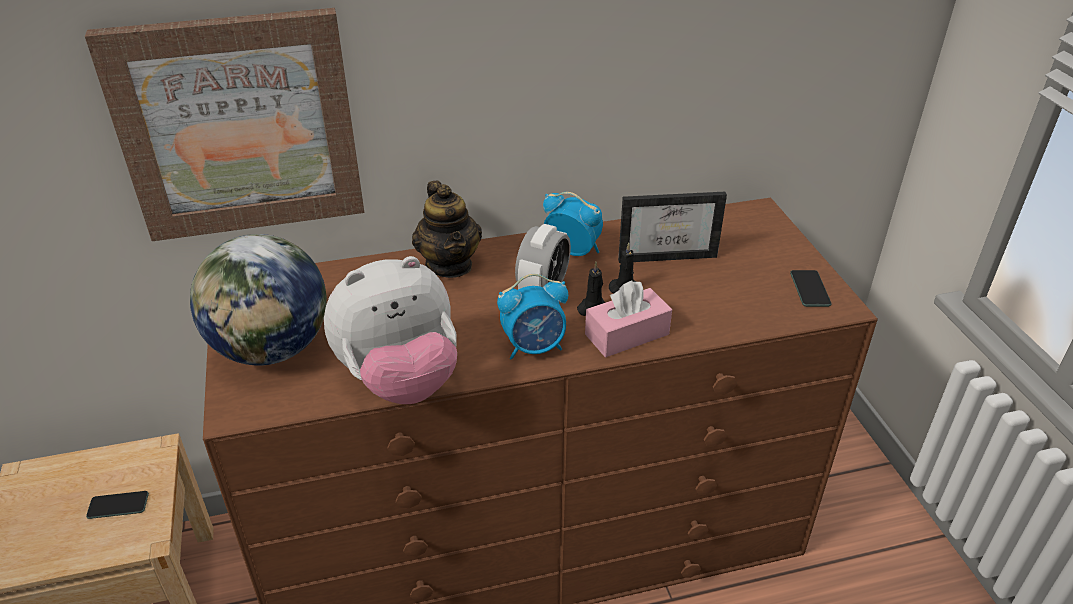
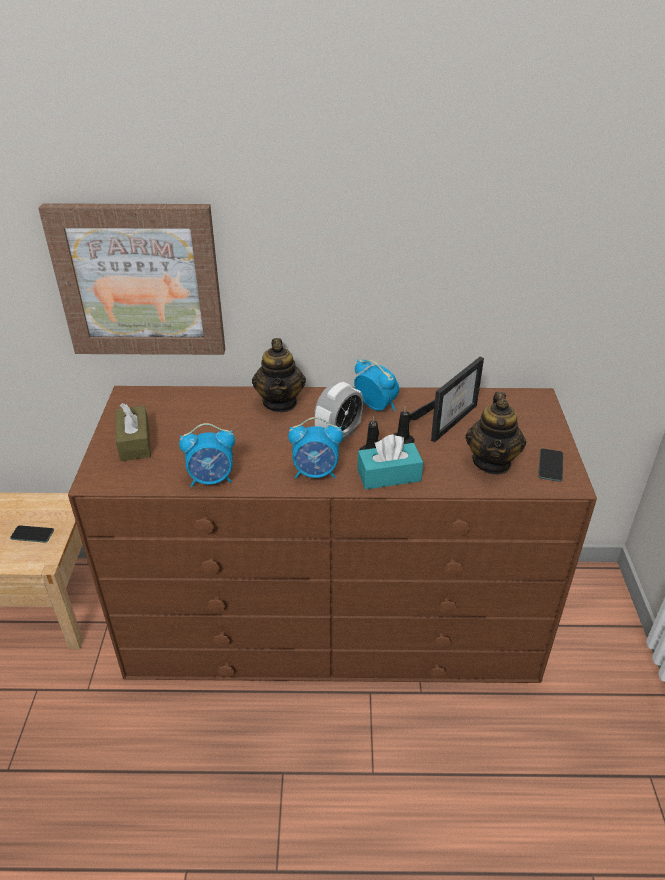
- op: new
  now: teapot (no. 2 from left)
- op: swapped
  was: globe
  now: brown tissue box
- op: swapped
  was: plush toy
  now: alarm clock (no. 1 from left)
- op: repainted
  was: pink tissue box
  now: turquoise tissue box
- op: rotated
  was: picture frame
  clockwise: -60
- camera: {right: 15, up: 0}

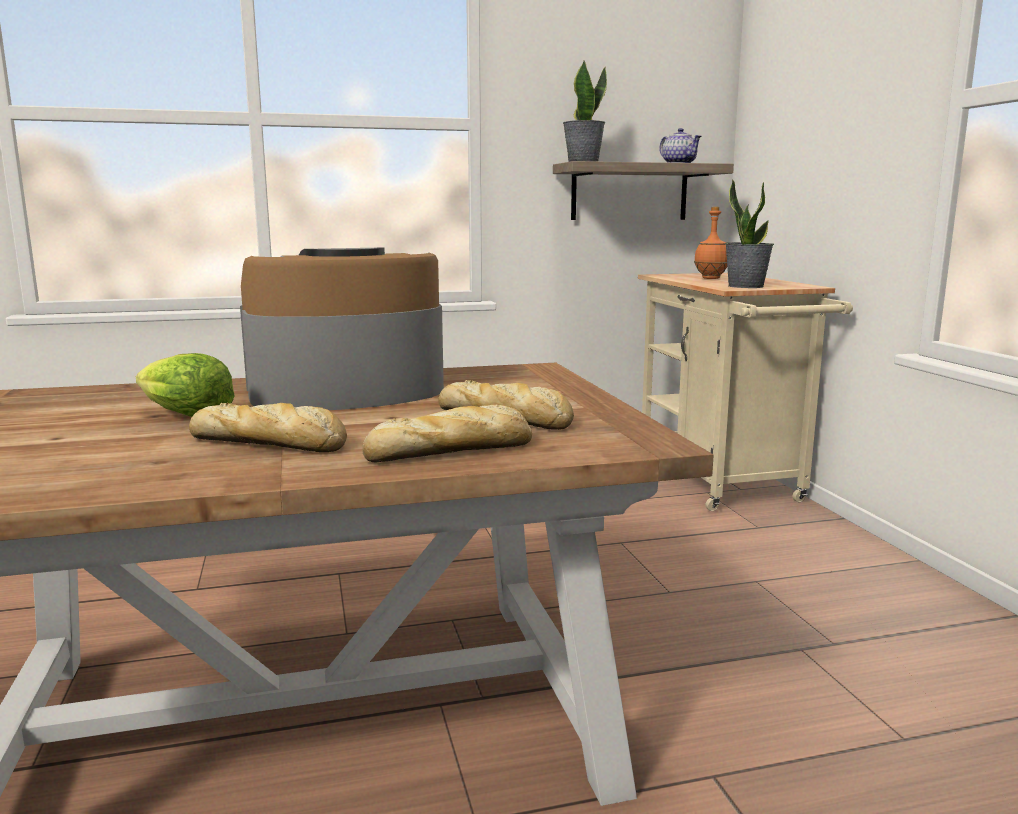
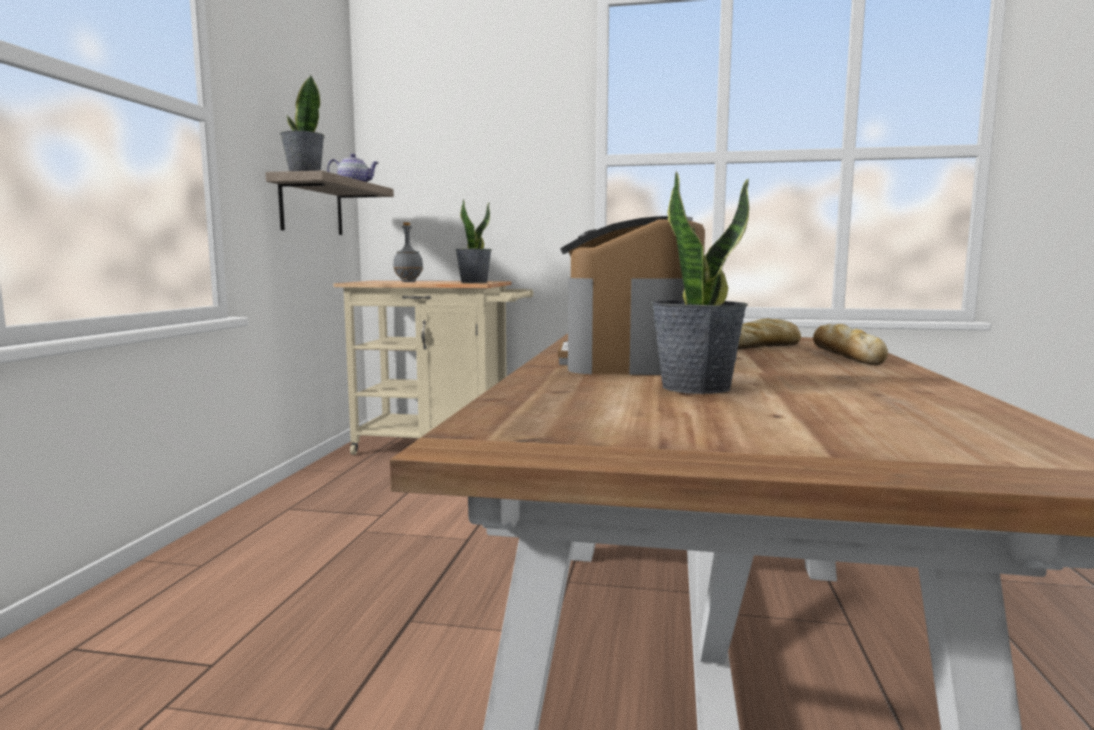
- op: gone
  was: bread (no. 1 from left)
- op: swapped
  was: lettuce
  now: potted plant (no. 3 from left)
- op: repainted
  was: orange bottle
  now: grey bottle
- camera: {right: -65, up: -5}

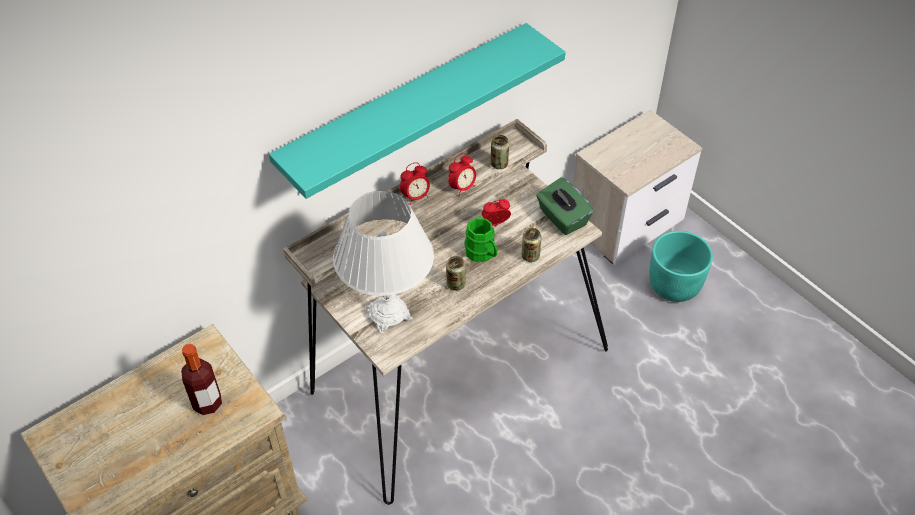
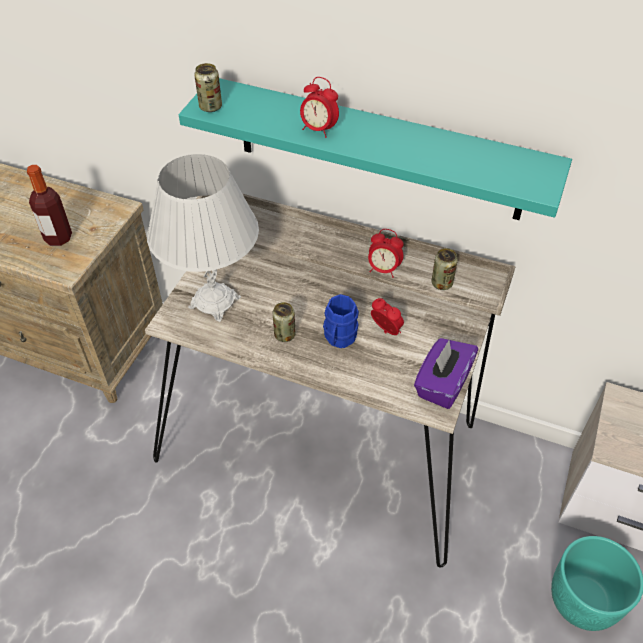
- op: shifted
  was: alarm clock (no. 1 from left)
- op: shifted
  was: can (no. 3 from left in the first image)
  now: can (no. 1 from left)
- op: repainted
  was: green mug
  now: blue mug
- op: repainted
  was: green tissue box
  now: purple tissue box
- camera: {right: 60, up: 0}

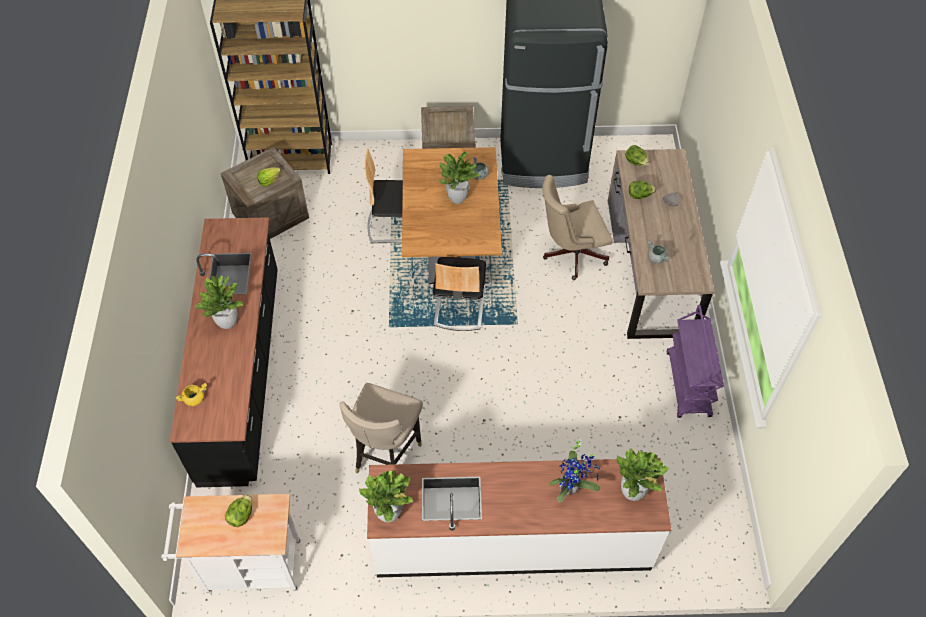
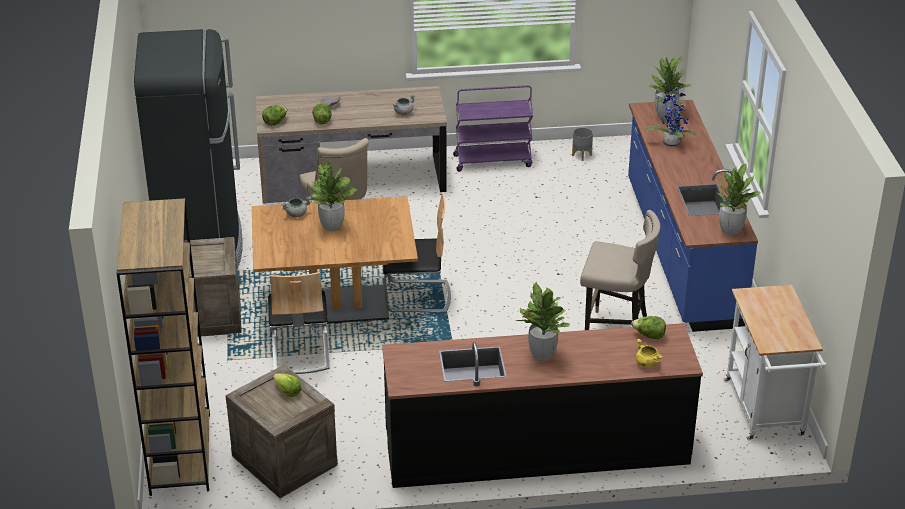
- op: new
  now: grey planter
- op: shifted
  was: lettuce (no. 1 from left in the first image)
  now: lettuce (no. 4 from left)
- op: repainted
  was: white counter
  now: blue counter
- camera: {right: -95, up: -20}

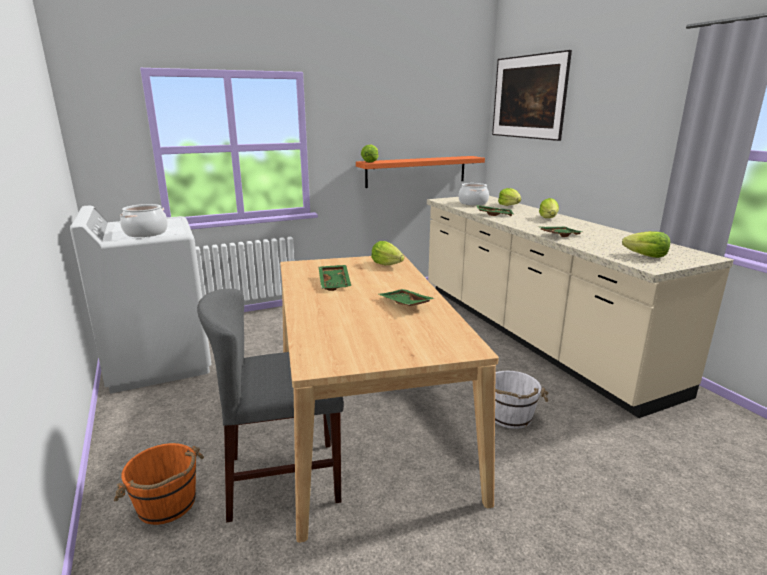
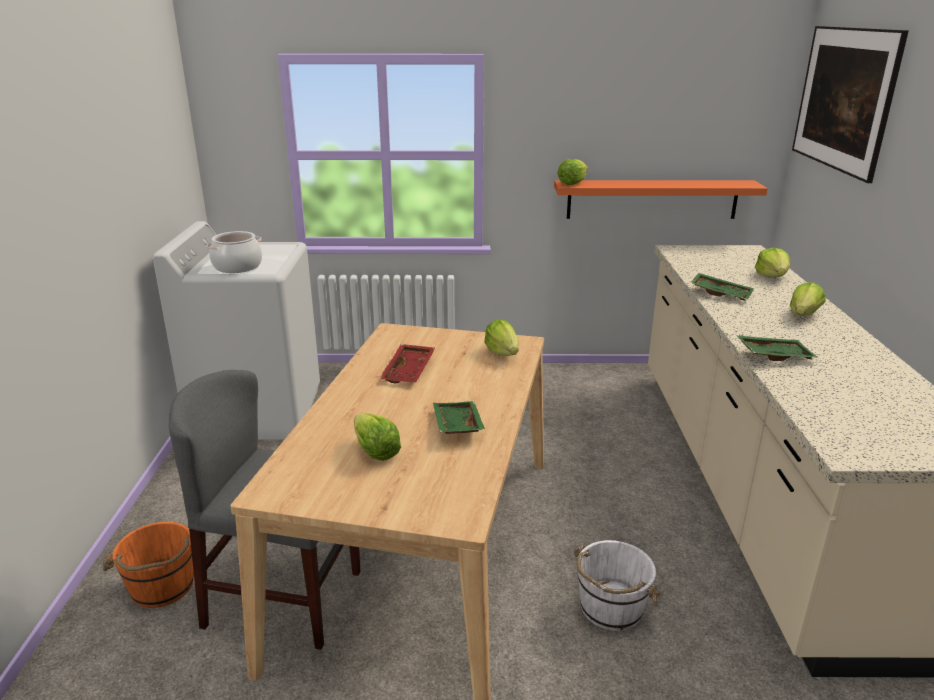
- op: gone
  was: cooking pot (no. 2 from left)
- op: shifted
  was: lettuce (no. 5 from left in the first image)
  now: lettuce (no. 1 from left)
- op: repainted
  was: green tray (no. 1 from left)
  now: red tray
- camera: {right: 25, up: 5}

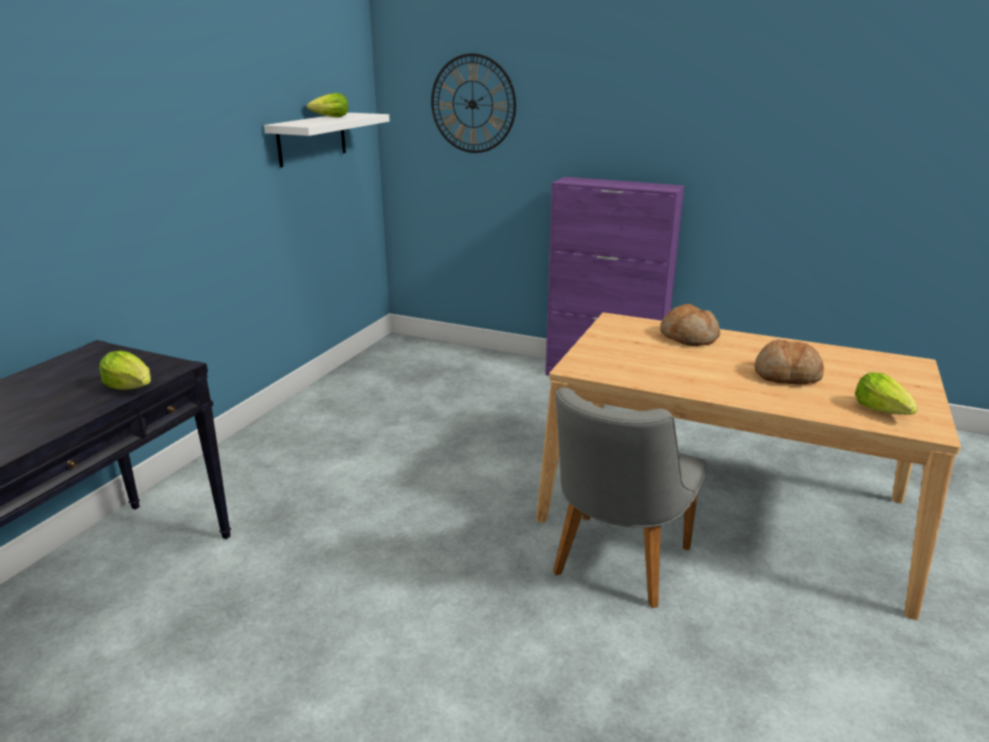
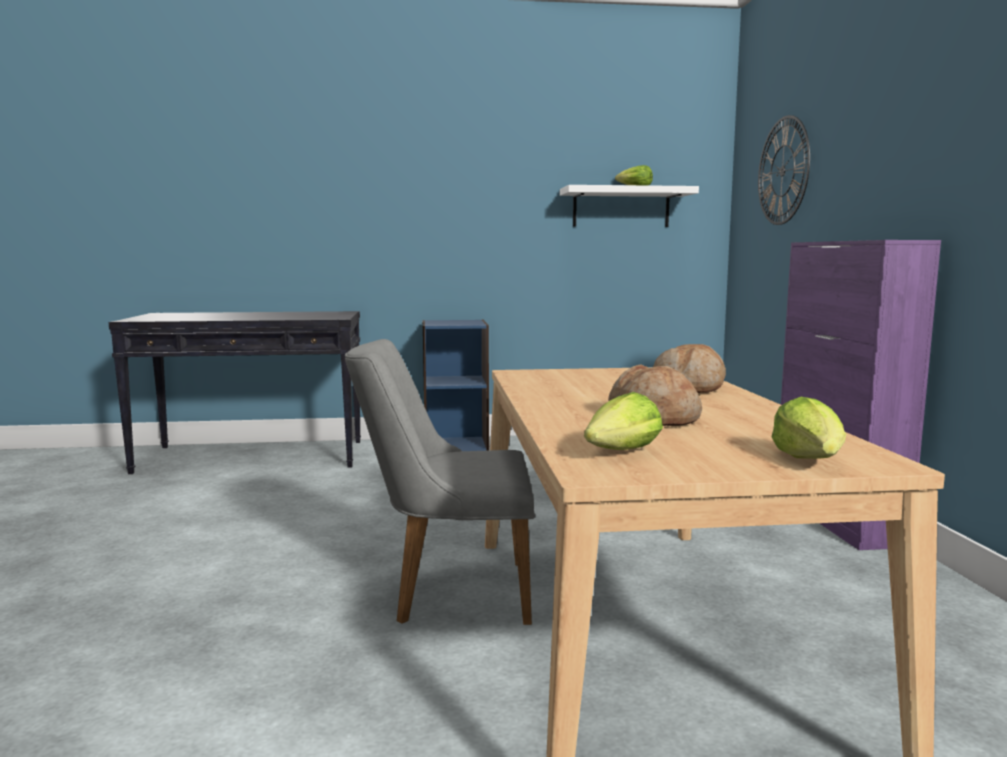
- op: new
  now: blue bookcase
- op: shifted
  was: lettuce (no. 1 from left in the first image)
  now: lettuce (no. 3 from left)
- camera: {right: 60, up: -15}

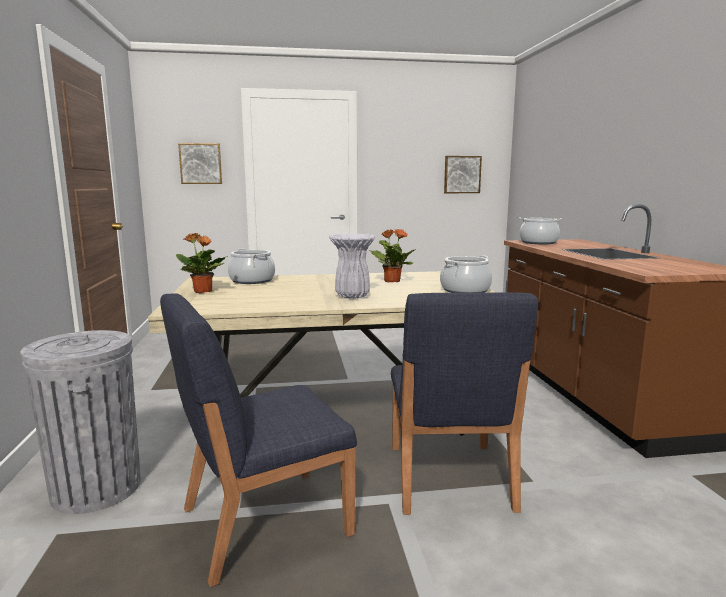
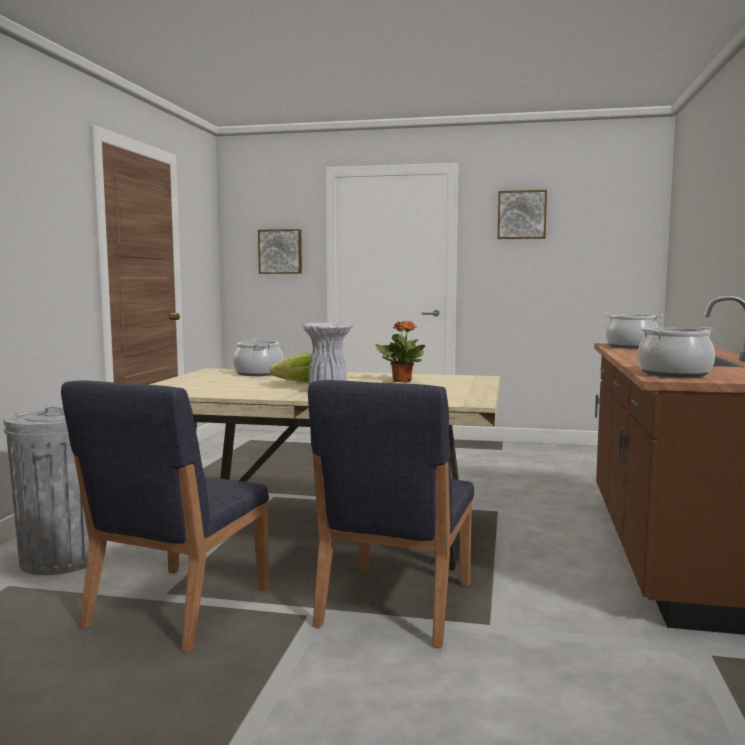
- op: gone
  was: potted plant (no. 1 from left)
- op: new
  now: lettuce
- op: shifted
  was: cooking pot (no. 2 from left in the first image)
  now: cooking pot (no. 3 from left)
- op: shifted
  was: picture (no. 2 from left)
- op: rotated
  was: blue chair (no. 1 from left)
  clockwise: -60
- camera: {right: 20, up: -5}

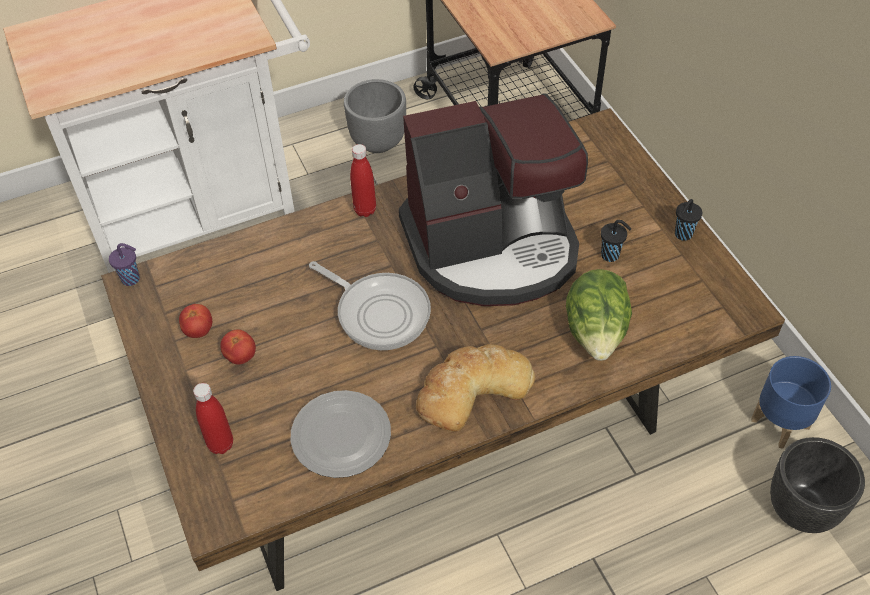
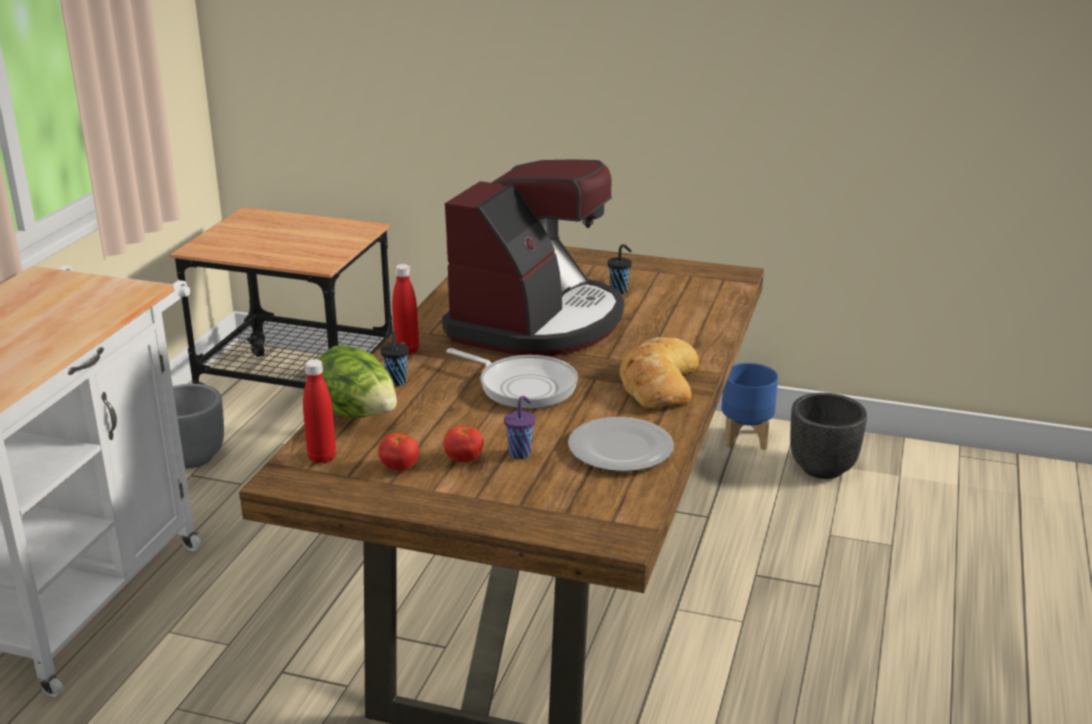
- op: shifted
  was: purple cup
- op: shifted
  was: red bottle (no. 1 from left)
- op: shifted
  was: lettuce
- op: shifted
  was: black cup (no. 2 from left in the first image)
  now: black cup (no. 1 from left)
- op: rotated
  was: frying pan
  clockwise: 45
- camera: {right: -50, up: -25}

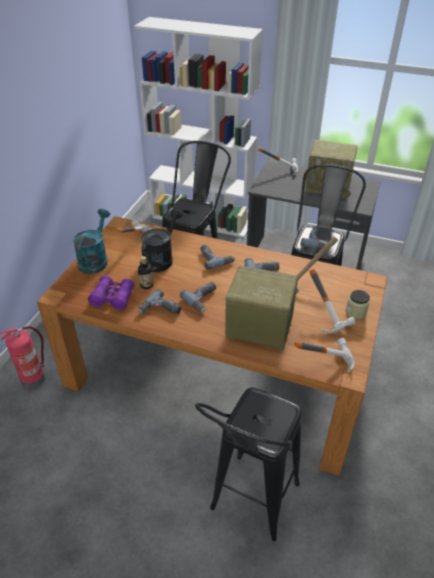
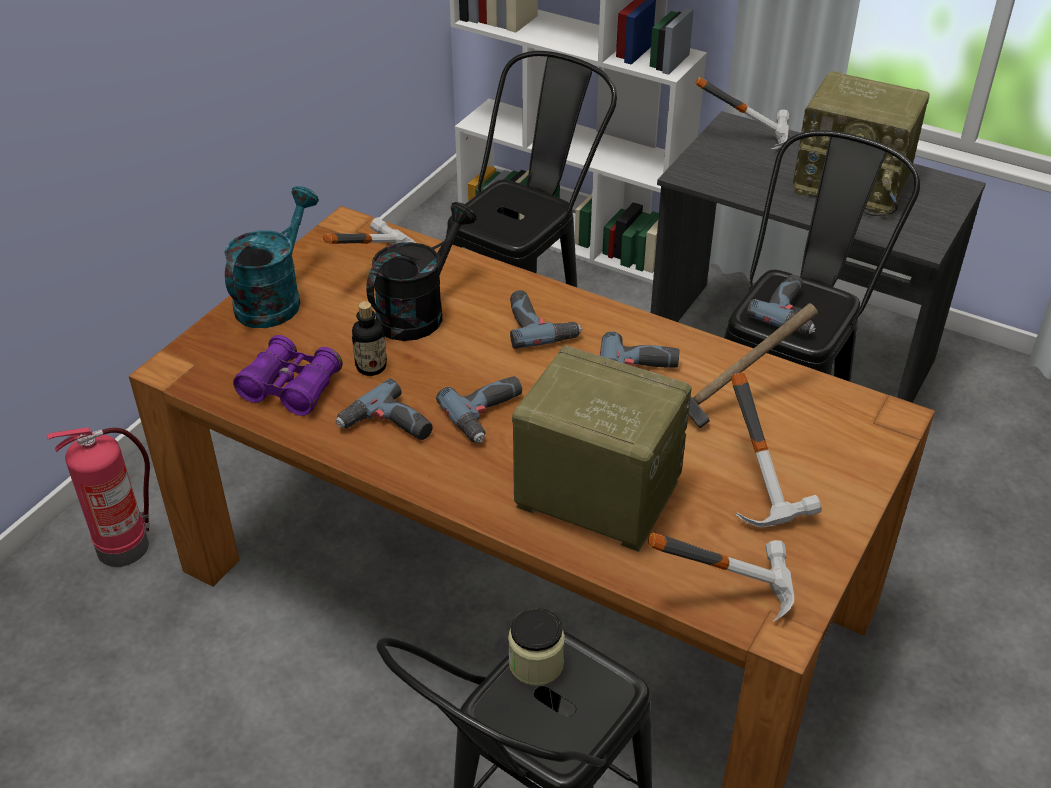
- op: shifted
  was: jar
- camera: {right: 10, up: 0}

